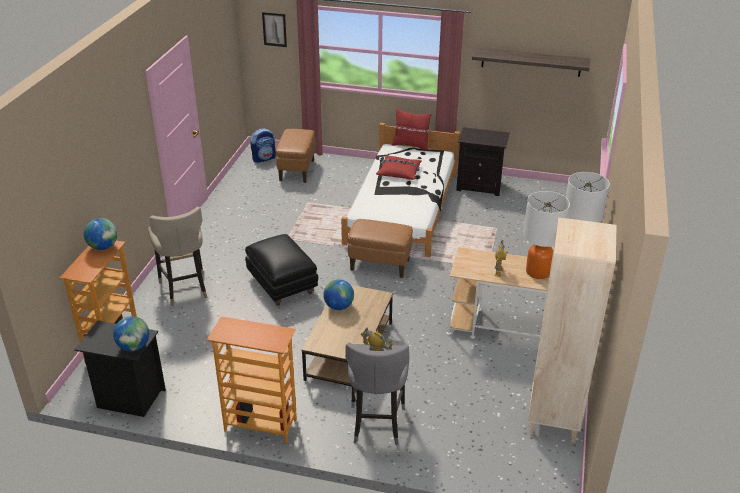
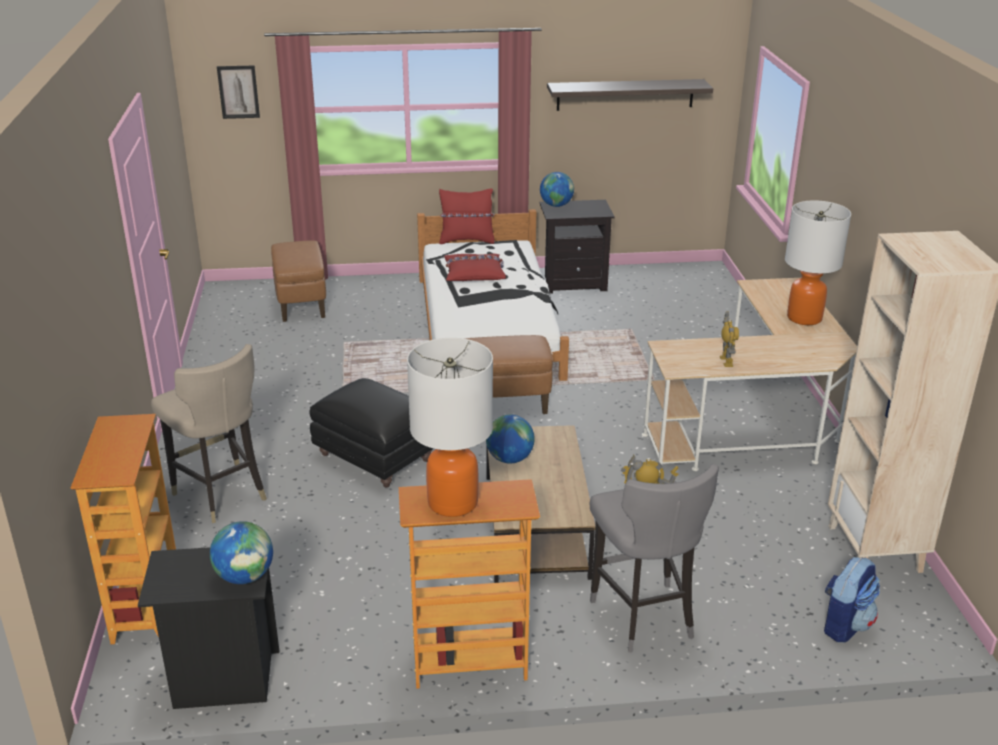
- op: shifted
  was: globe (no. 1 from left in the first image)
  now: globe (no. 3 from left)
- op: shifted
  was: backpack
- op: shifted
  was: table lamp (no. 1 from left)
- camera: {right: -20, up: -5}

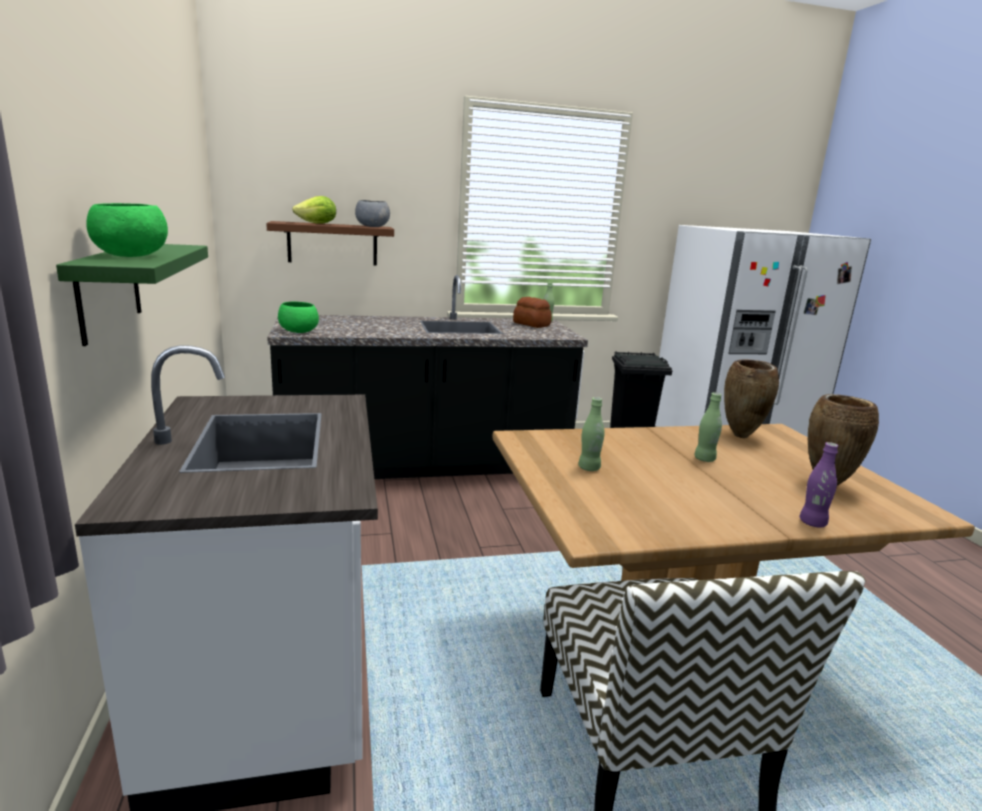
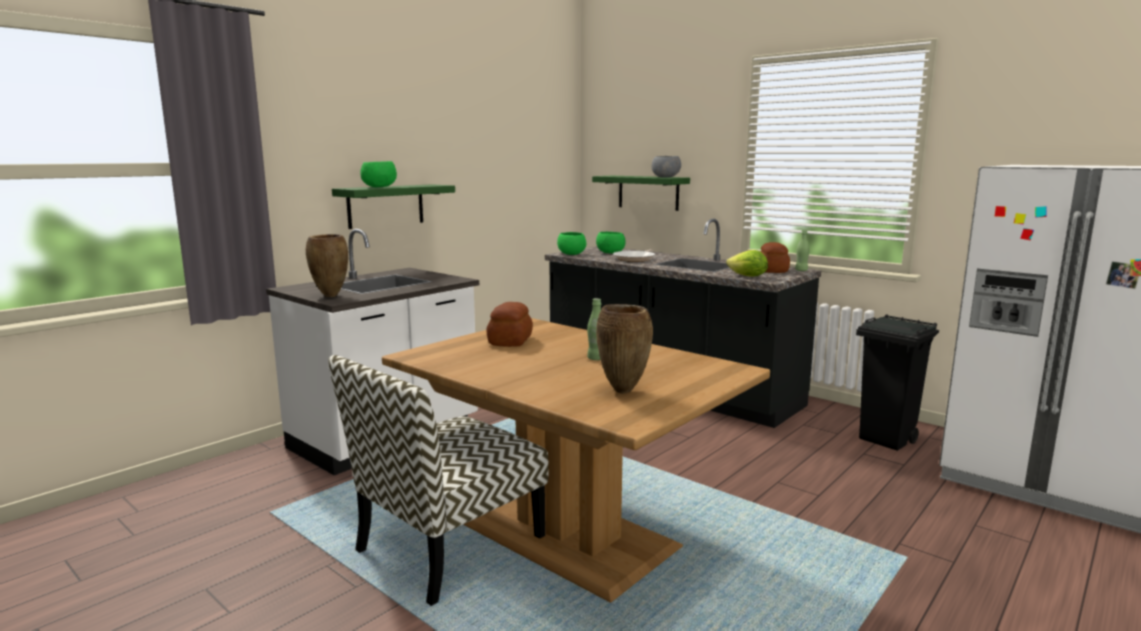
- op: gone
  was: purple bottle
- op: new
  now: green bowl (no. 3 from left)
- op: new
  now: frying pan
- op: shifted
  was: lettuce
- op: shifted
  was: brown vase (no. 1 from left)
- op: swapped
  was: green bottle (no. 2 from left)
  now: bread (no. 1 from left)
- op: repainted
  was: brown shelf
  now: green shelf (no. 2 from left)
- camera: {right: 55, up: -5}

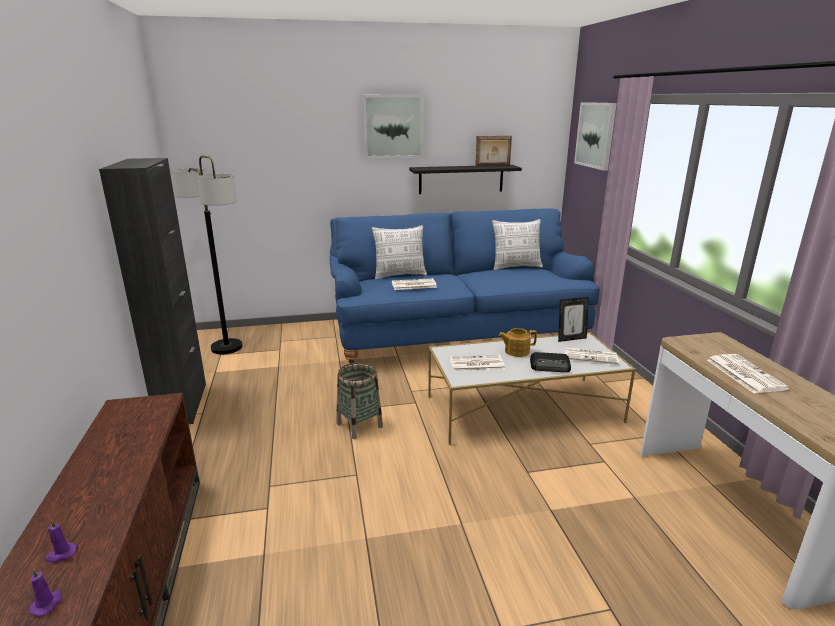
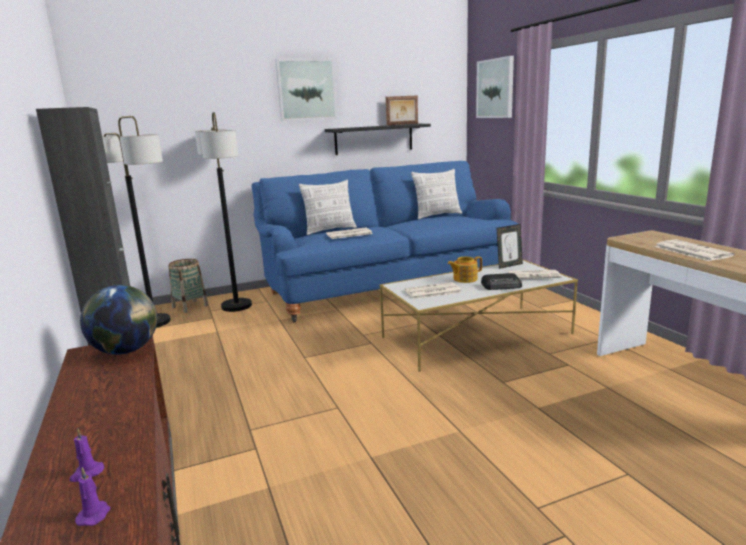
- op: new
  now: globe
- op: new
  now: floor lamp (no. 2 from left)
- op: shifted
  was: basket
- camera: {right: -10, up: -5}

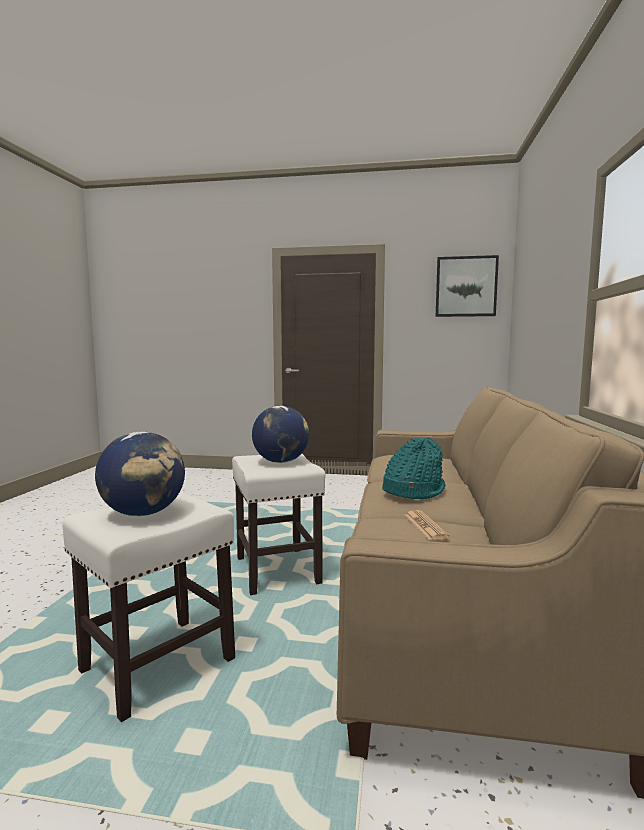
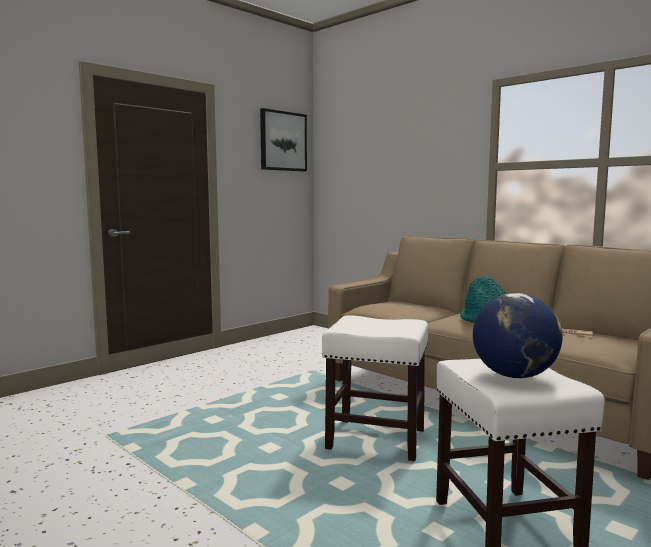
- op: gone
  was: globe (no. 2 from left)
- camera: {right: -55, up: 0}

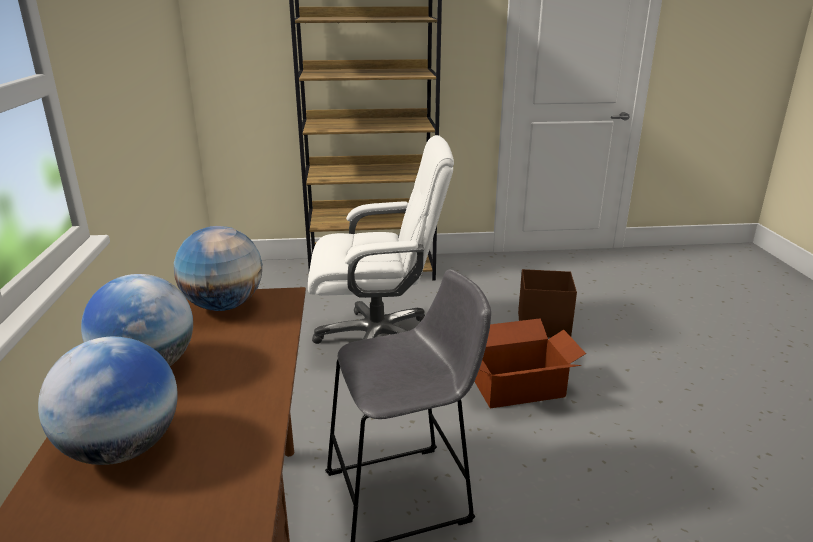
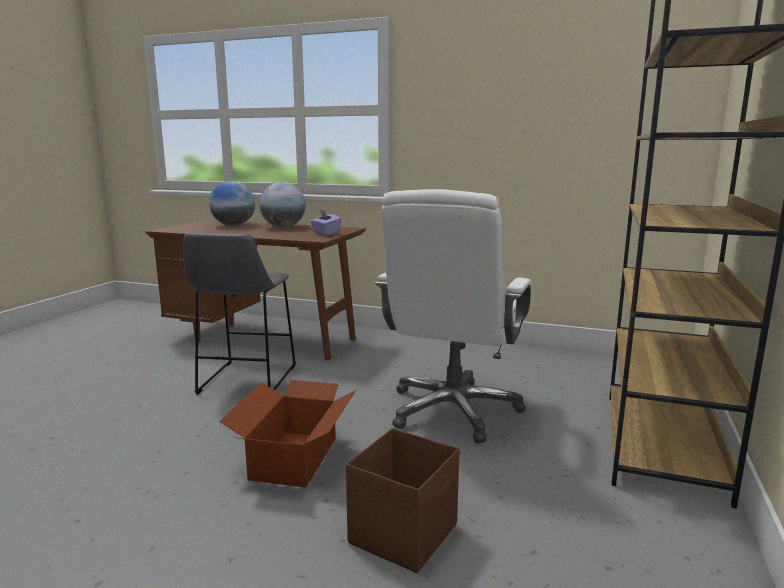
- op: swapped
  was: globe (no. 3 from left)
  now: purple tissue box
- camera: {right: 115, up: -10}

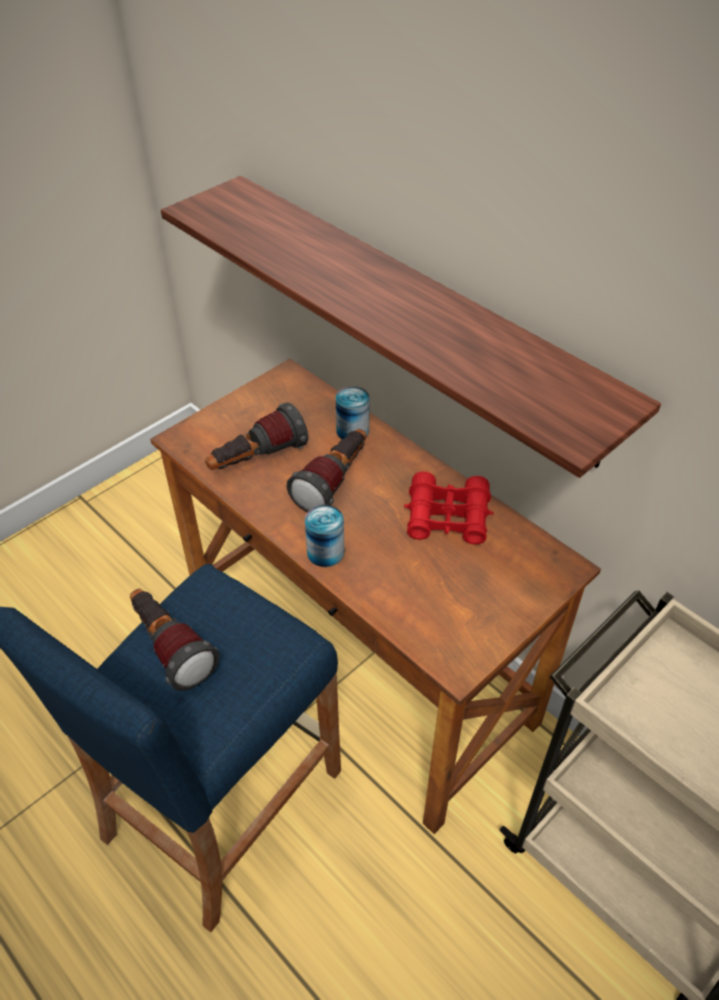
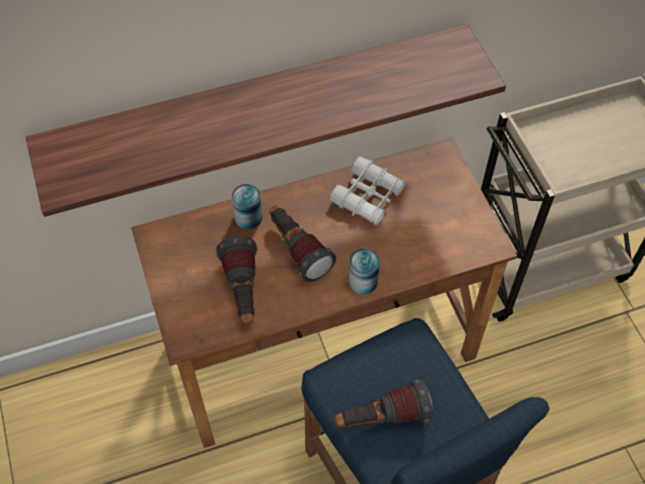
- op: repainted
  was: red binoculars
  now: white binoculars
- camera: {right: -65, up: 10}

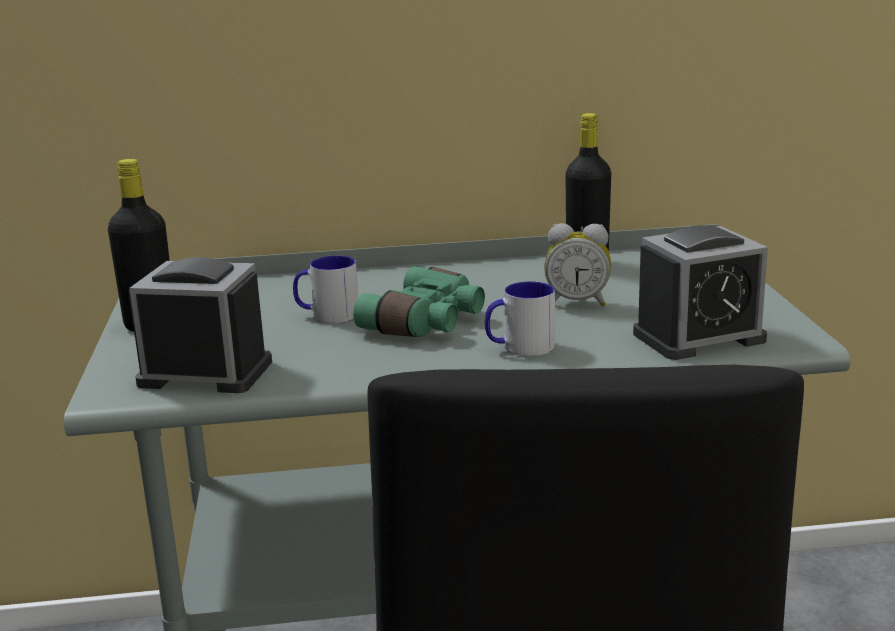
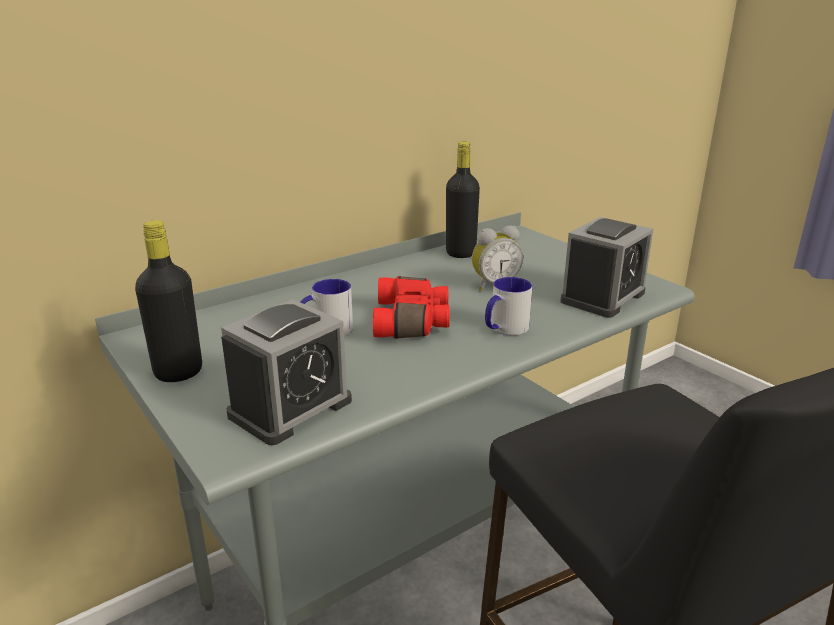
- op: repainted
  was: green binoculars
  now: red binoculars
- op: rotated
  was: alarm clock (no. 1 from left)
  clockwise: 150
- camera: {right: -30, up: 5}

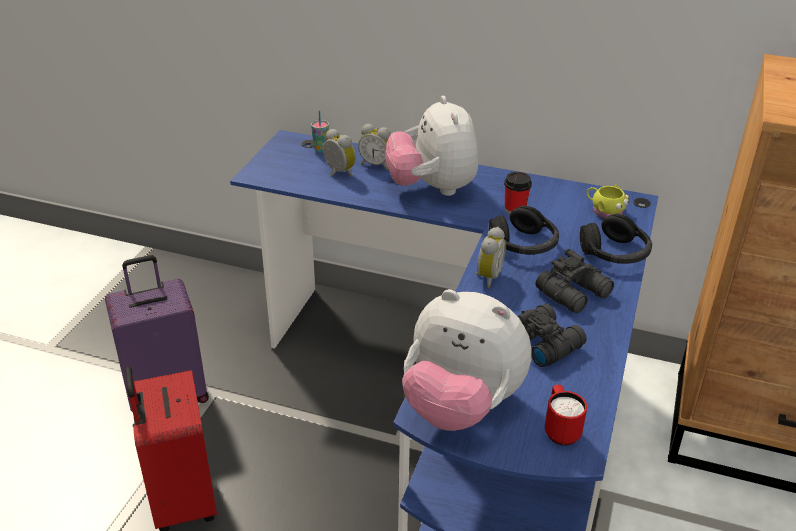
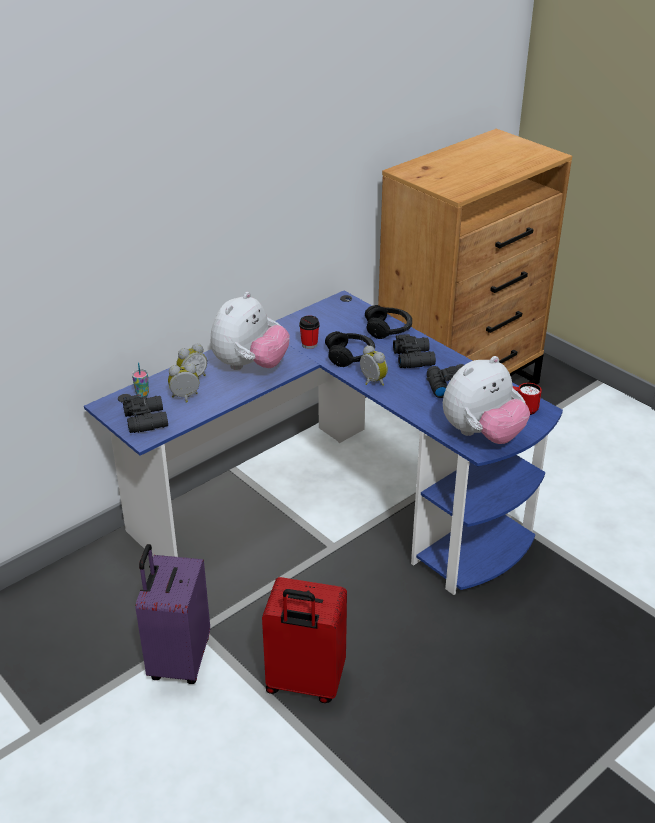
- op: gone
  was: yellow mug
- op: new
  now: black binoculars (no. 1 from left)
- op: rotated
  was: plush toy (no. 1 from left)
  clockwise: -75
- camera: {right: -60, up: 0}

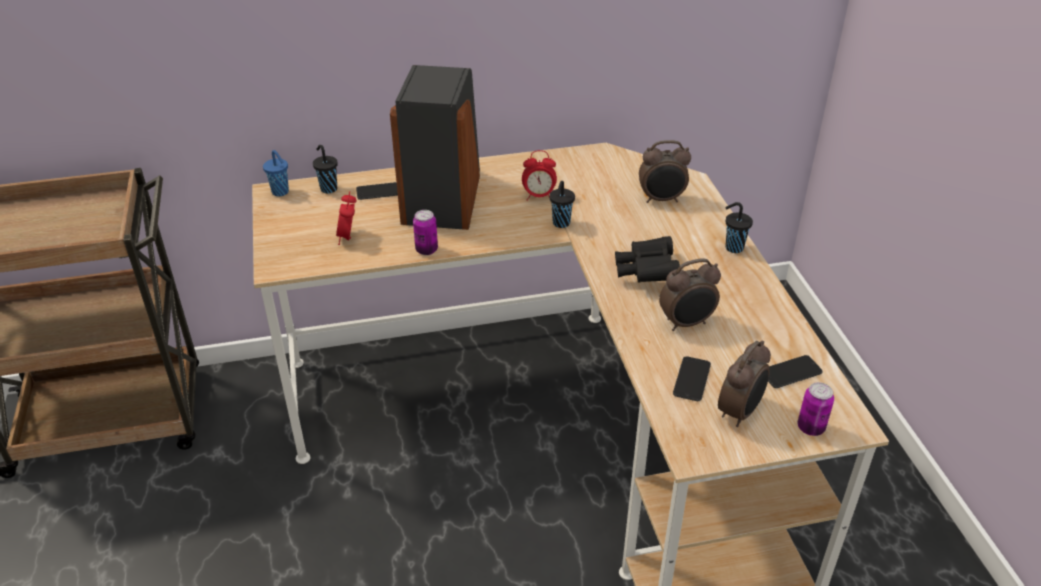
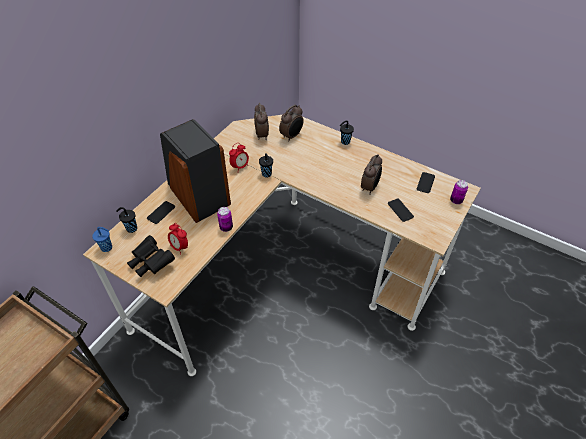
- op: shifted
  was: black binoculars
- op: shifted
  was: alarm clock (no. 5 from left in the first image)
  now: alarm clock (no. 3 from left)
- camera: {right: -45, up: 10}

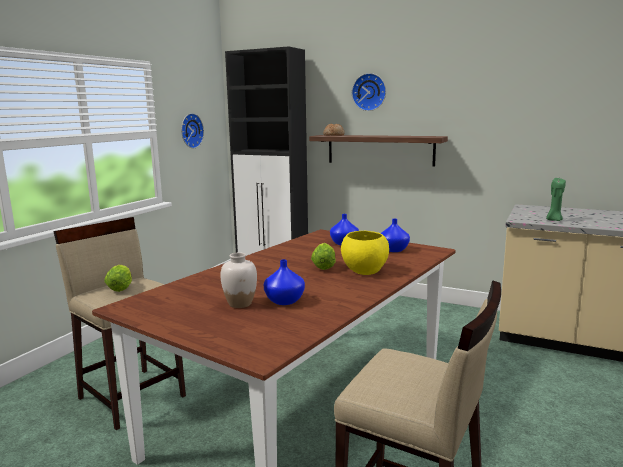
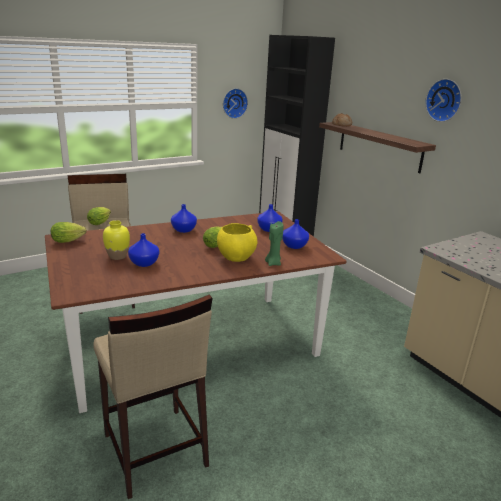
- op: new
  now: lettuce (no. 1 from left)
- op: new
  now: blue vase (no. 2 from left)
- op: shifted
  was: wall clock (no. 2 from left)
- op: shifted
  was: green candle
- op: repainted
  was: white vase
  now: yellow vase
- camera: {right: 30, up: 10}

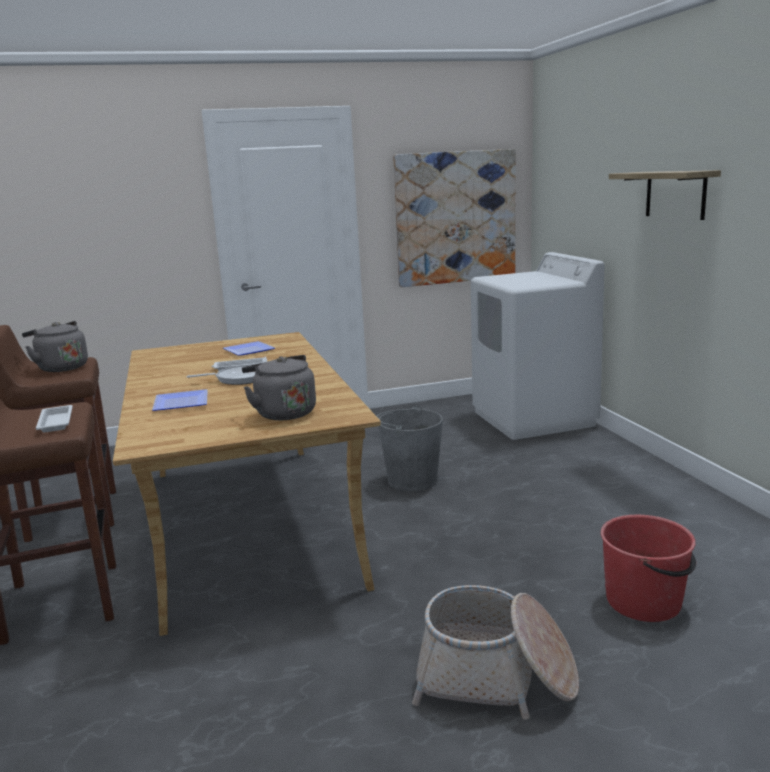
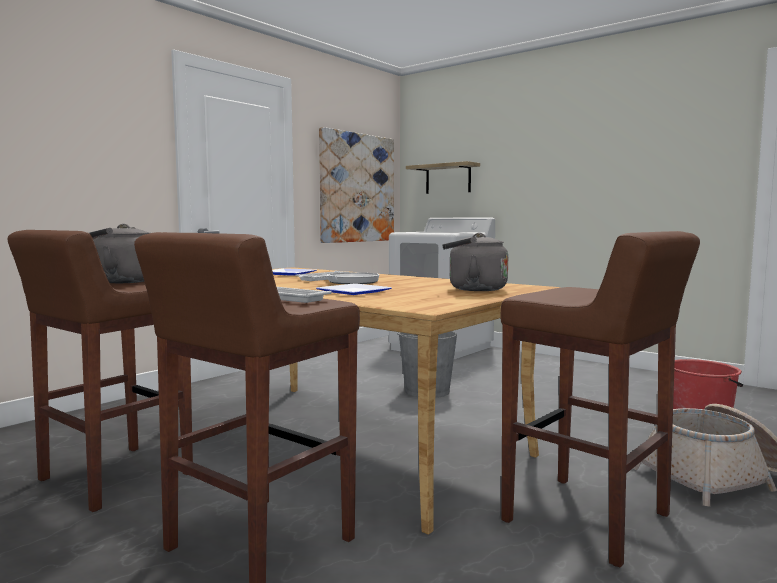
- op: new
  now: brown stool (no. 3 from left)
- op: shifted
  was: shelf
- camera: {right: -35, up: -10}

